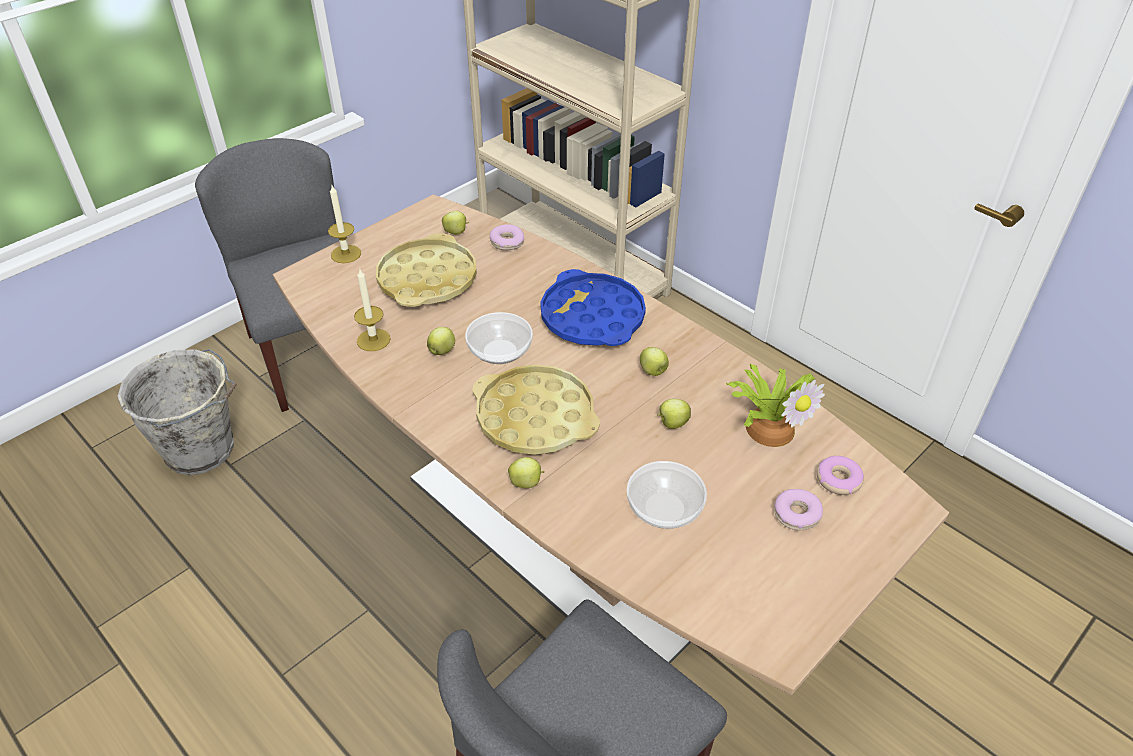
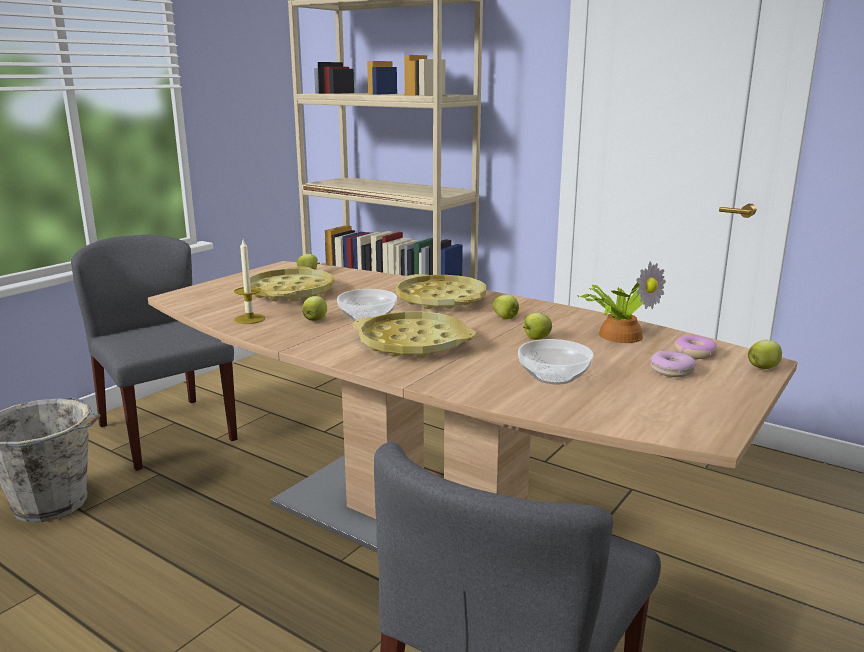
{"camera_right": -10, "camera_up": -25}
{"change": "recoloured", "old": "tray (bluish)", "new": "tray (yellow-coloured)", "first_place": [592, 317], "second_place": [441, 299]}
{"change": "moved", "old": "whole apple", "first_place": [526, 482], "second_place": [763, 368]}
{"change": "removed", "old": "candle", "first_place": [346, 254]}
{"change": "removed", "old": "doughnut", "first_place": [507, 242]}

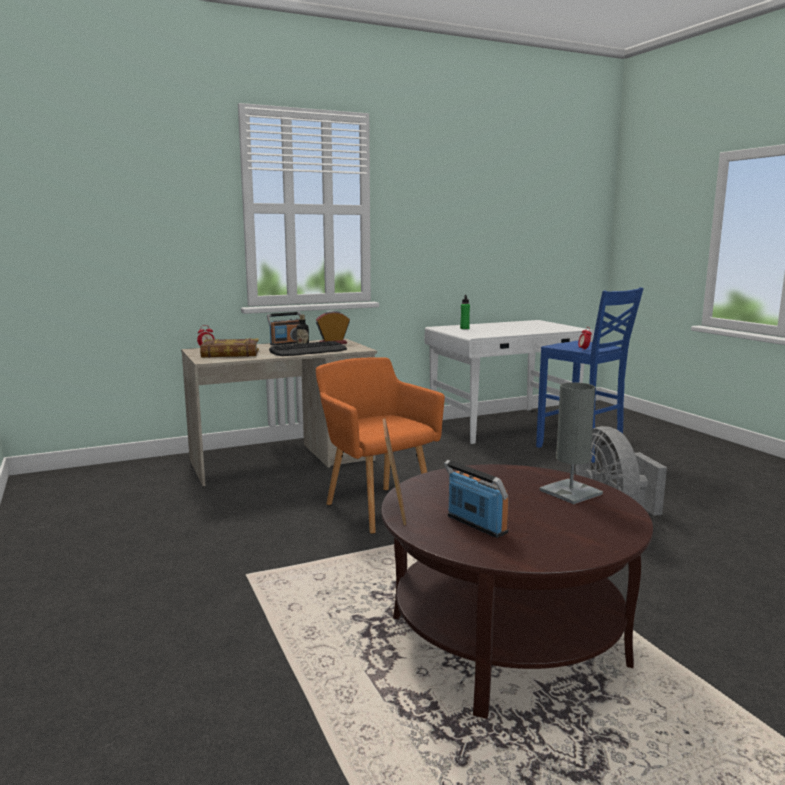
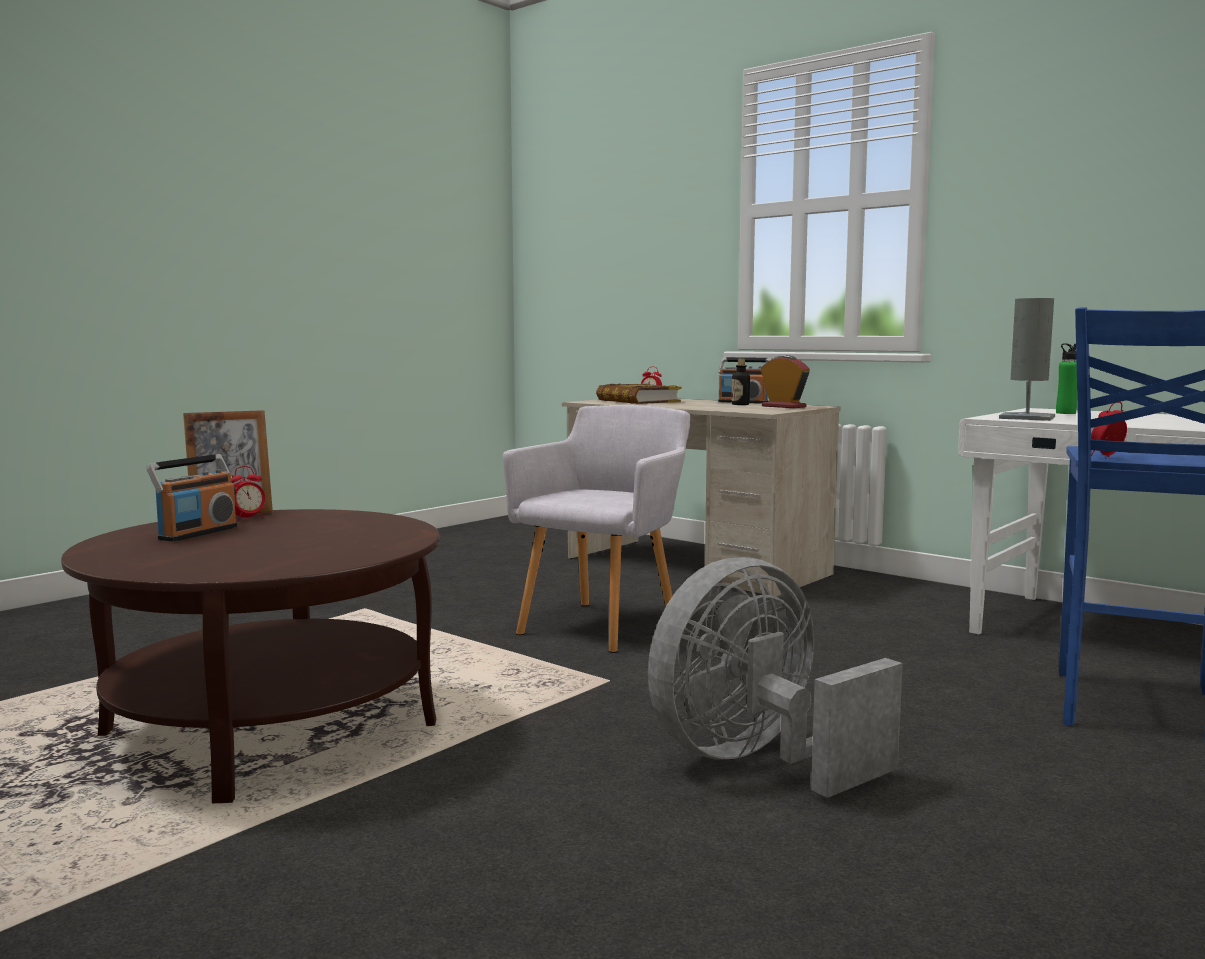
{"camera_right": 65, "camera_up": -5}
{"change": "added", "new": "alarm clock", "second_place": [248, 518]}
{"change": "recoloured", "old": "easy chair (orange)", "new": "easy chair (gray)", "first_place": [377, 507], "second_place": [603, 624]}
{"change": "moved", "old": "table lamp (gray)", "first_place": [570, 492], "second_place": [1027, 418]}
{"change": "removed", "old": "keyboard", "first_place": [308, 350]}

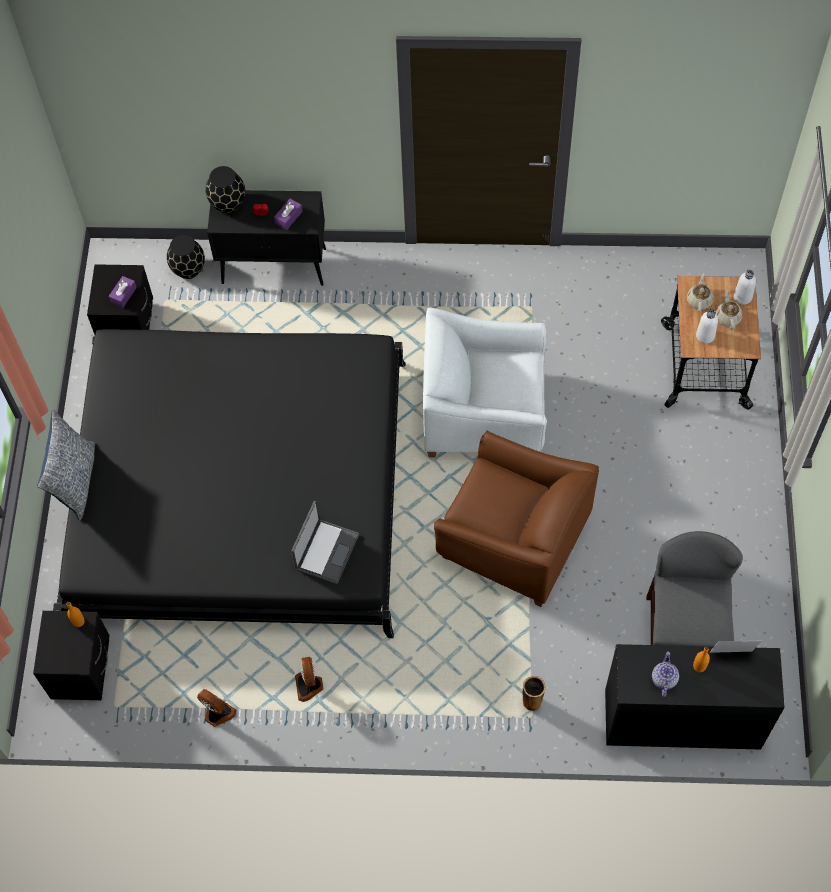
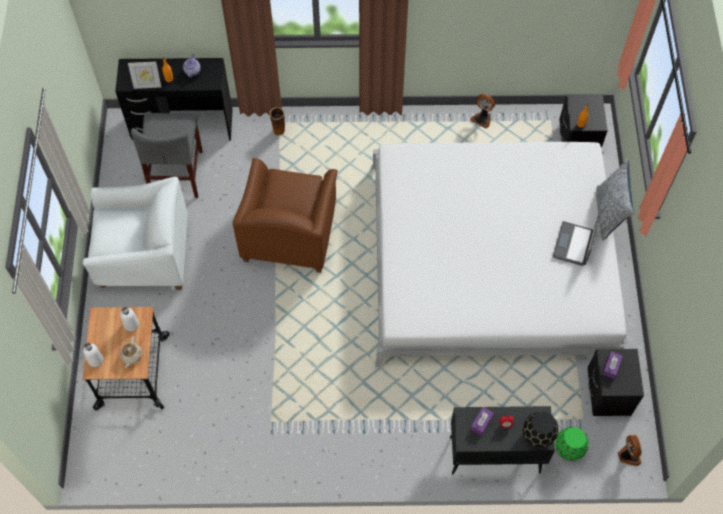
{"camera_right": 175, "camera_up": 0}
{"change": "moved", "old": "easy chair (white)", "first_place": [483, 412], "second_place": [144, 255]}
{"change": "turned", "old": "easy chair (brown)", "first_place": [513, 540], "second_place": [289, 232], "degrees": -105}
{"change": "recoloured", "old": "bedroom bed (blackish)", "new": "bedroom bed (white)", "first_place": [240, 491], "second_place": [491, 260]}
{"change": "moved", "old": "portable computer", "first_place": [326, 551], "second_place": [574, 244]}
{"change": "recoloured", "old": "vase (blackish)", "new": "vase (green)", "first_place": [189, 269], "second_place": [568, 449]}
{"change": "moved", "old": "cooling fan", "first_place": [309, 686], "second_place": [628, 455]}
{"change": "removed", "old": "tea pot (beige)", "first_place": [727, 317]}

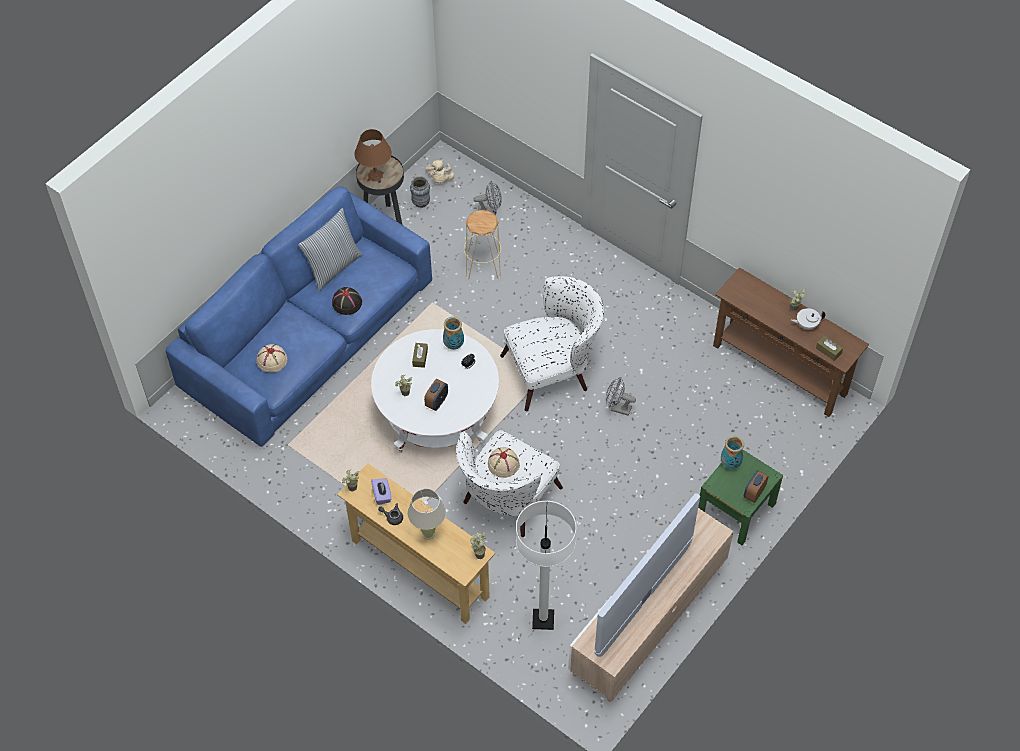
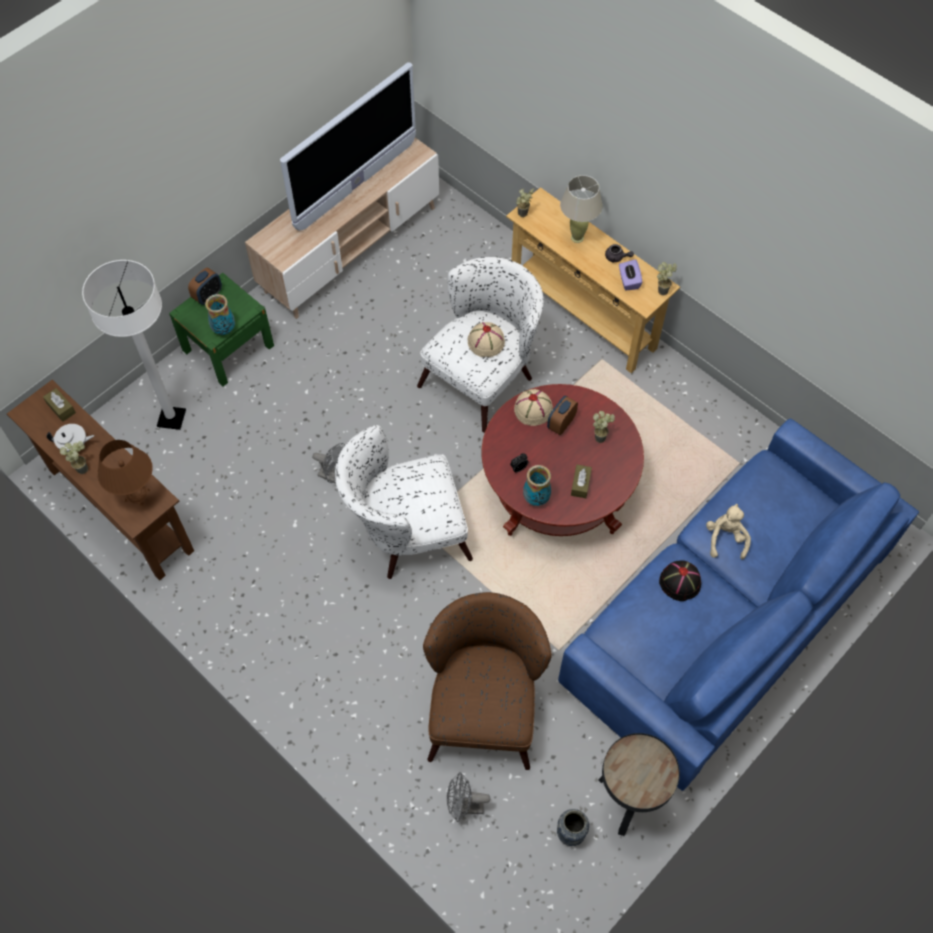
{"camera_right": -175, "camera_up": 5}
{"change": "moved", "old": "standard lamp (white)", "first_place": [543, 620], "second_place": [171, 418]}
{"change": "moved", "old": "table lamp (brown)", "first_place": [375, 177], "second_place": [137, 495]}
{"change": "replaced", "old": "sitting stool (beige)", "new": "easy chair (brown)", "first_place": [482, 265], "second_place": [484, 706]}
{"change": "recoloured", "old": "coffee table (white)", "new": "coffee table (reddish)", "first_place": [437, 413], "second_place": [557, 488]}
{"change": "moved", "old": "wearable hat (beige)", "first_place": [271, 360], "second_place": [533, 409]}
{"change": "moved", "old": "plush toy (beige)", "first_place": [440, 179], "second_place": [725, 538]}
{"change": "removed", "old": "pillow", "first_place": [333, 267]}

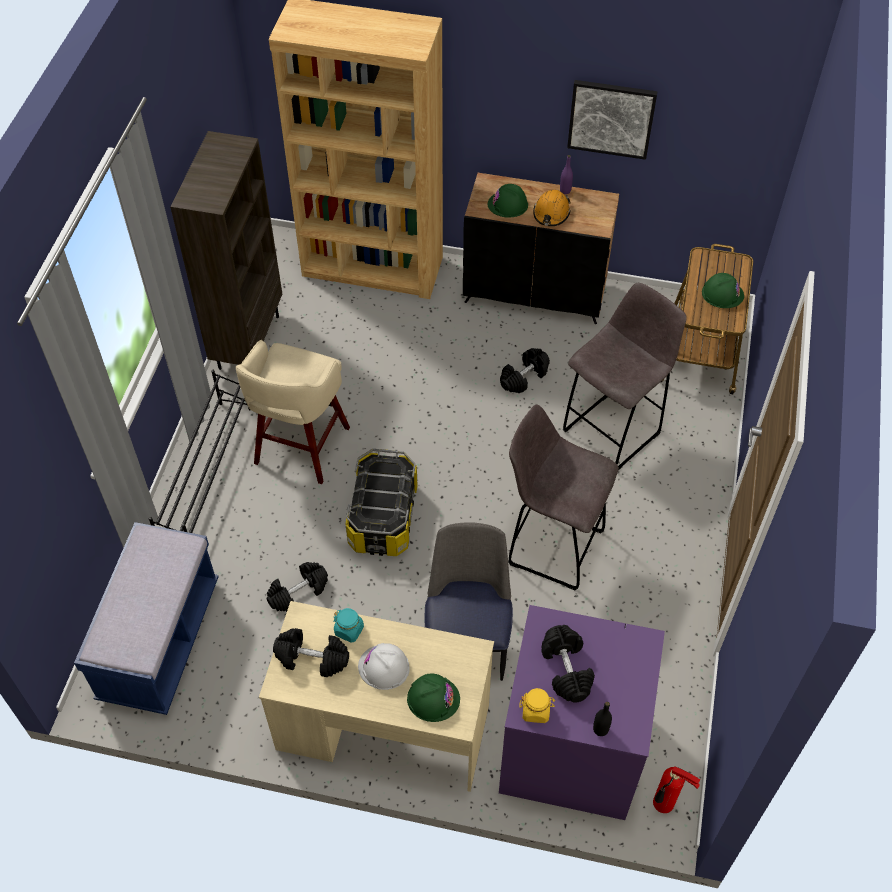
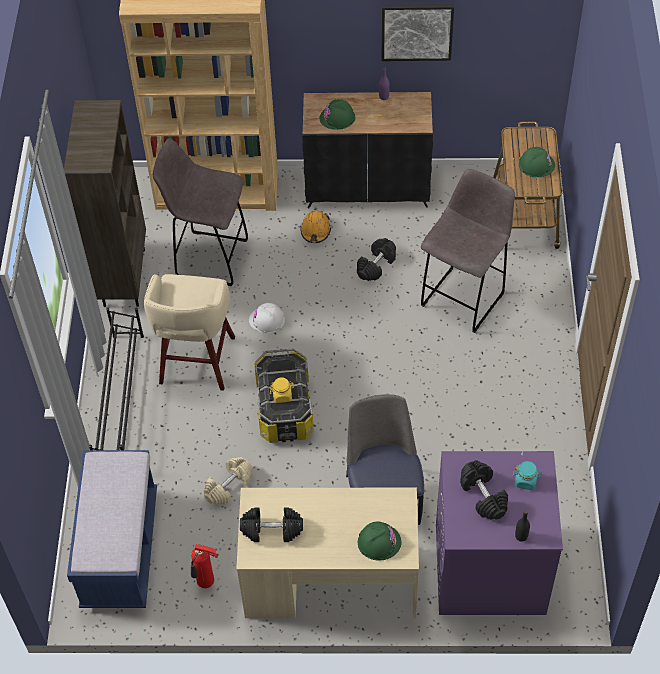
{"camera_right": -10, "camera_up": 0}
{"change": "moved", "old": "sitting stool (gray)", "first_place": [552, 546], "second_place": [209, 258]}
{"change": "moved", "old": "fire extinguisher", "first_place": [664, 805], "second_place": [206, 582]}
{"change": "recoloured", "old": "hand weight (blackish)", "new": "hand weight (beige)", "first_place": [298, 593], "second_place": [229, 486]}
{"change": "moved", "old": "hard hat (white)", "first_place": [383, 667], "second_place": [267, 320]}
{"change": "moved", "old": "storage jar (yellow-coloured)", "first_place": [536, 711], "second_place": [282, 395]}
{"change": "moved", "old": "hard hat (orange)", "first_place": [551, 213], "second_place": [315, 230]}
{"change": "moved", "old": "storage jar (blue-green)", "first_place": [349, 630], "second_place": [525, 481]}

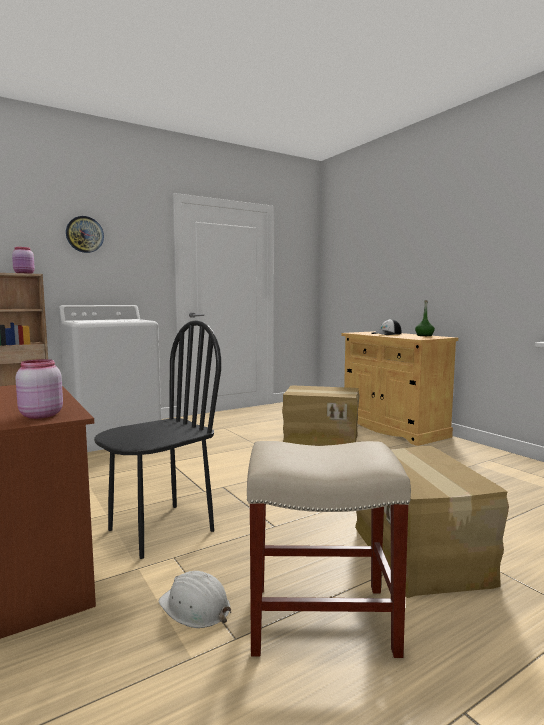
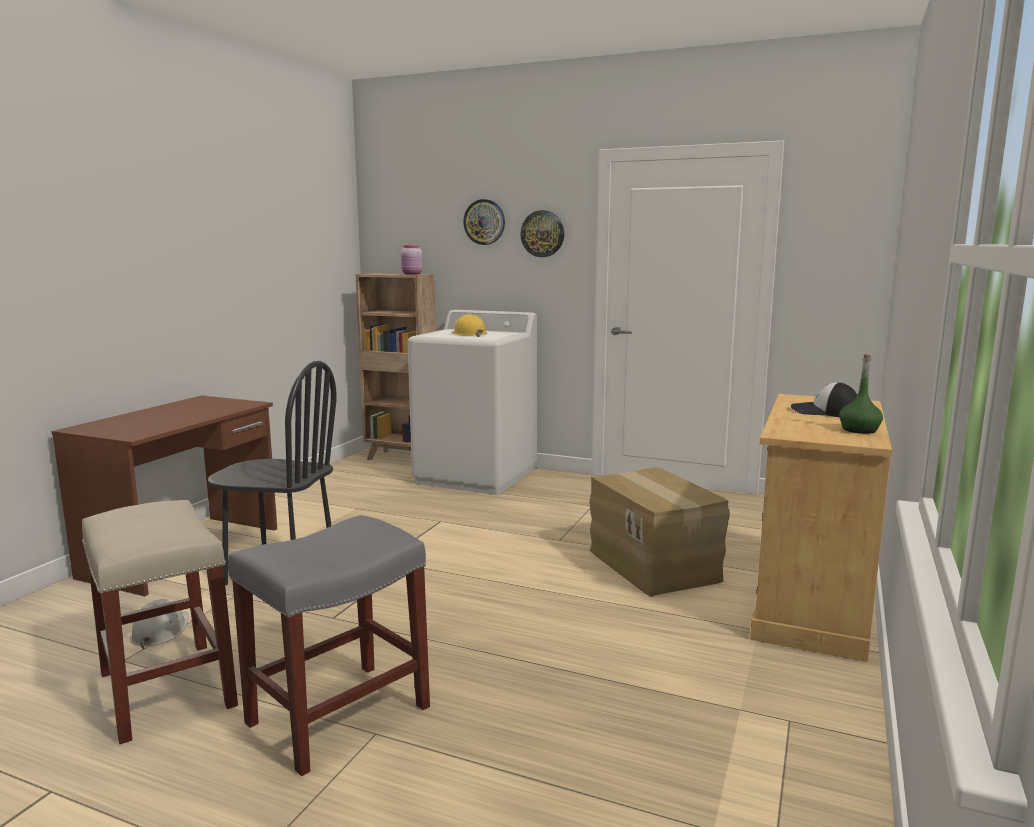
{"camera_right": 55, "camera_up": 5}
{"change": "replaced", "old": "carton", "new": "sitting stool (gray)", "first_place": [421, 553], "second_place": [337, 716]}
{"change": "added", "new": "hard hat (yellow-coloured)", "second_place": [468, 334]}
{"change": "added", "new": "clock on the wall", "second_place": [542, 233]}
{"change": "removed", "old": "storage jar (pink)", "first_place": [40, 415]}

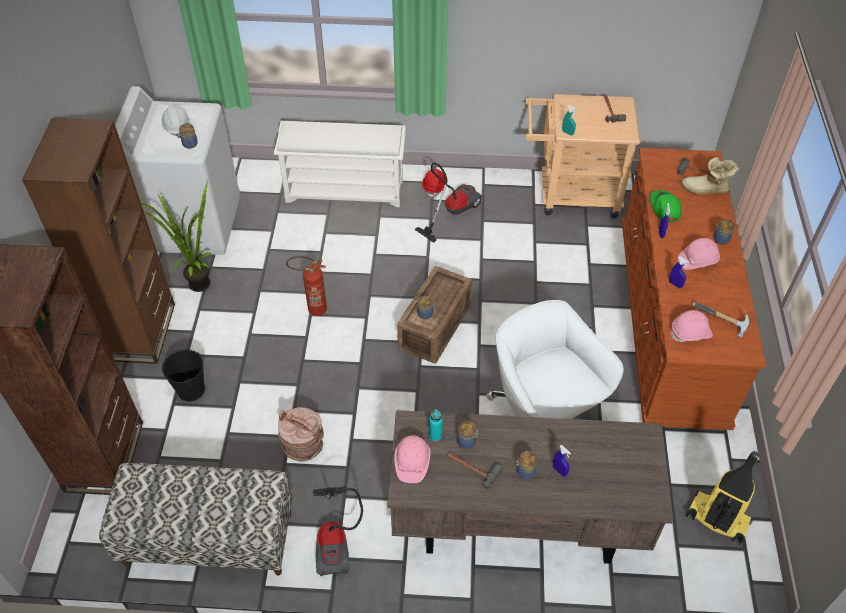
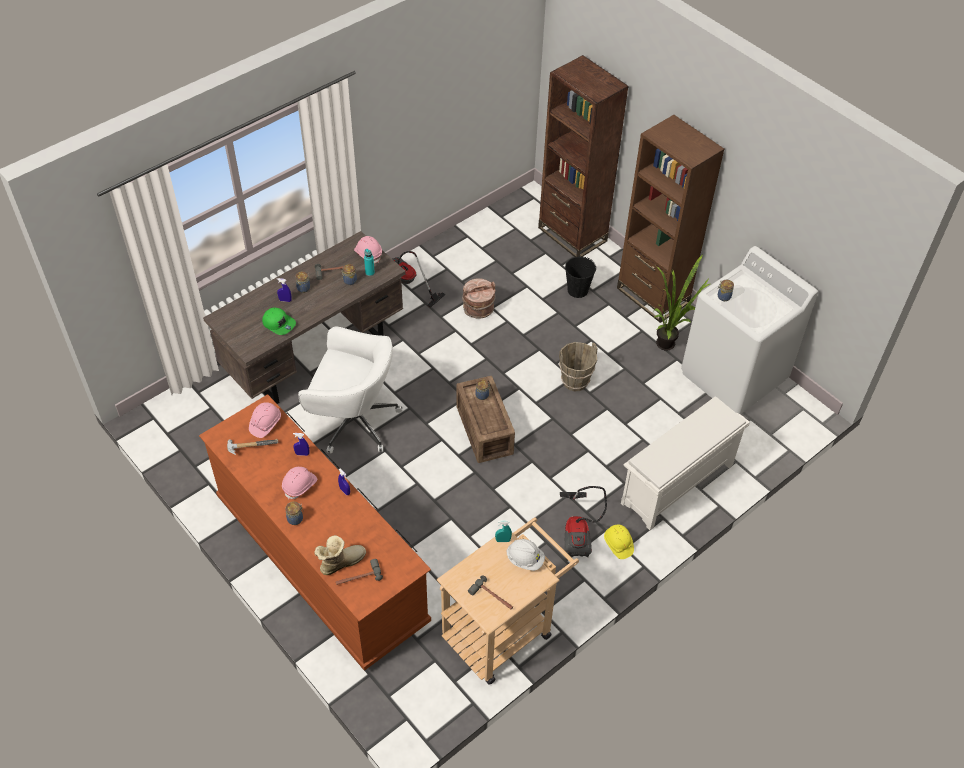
{"camera_right": 135, "camera_up": 0}
{"change": "moved", "old": "cap (green)", "first_place": [664, 207], "second_place": [279, 323]}
{"change": "moved", "old": "hard hat (white)", "first_place": [177, 127], "second_place": [525, 559]}
{"change": "replaced", "old": "fire extinguisher", "new": "water bucket (brown)", "first_place": [312, 310], "second_place": [575, 381]}
{"change": "recoloured", "old": "hard hat (reddish)", "new": "hard hat (yellow-coloured)", "first_place": [435, 187], "second_place": [618, 544]}
{"change": "removed", "old": "bench", "first_place": [208, 539]}
{"change": "removed", "old": "hoover", "first_place": [716, 520]}

